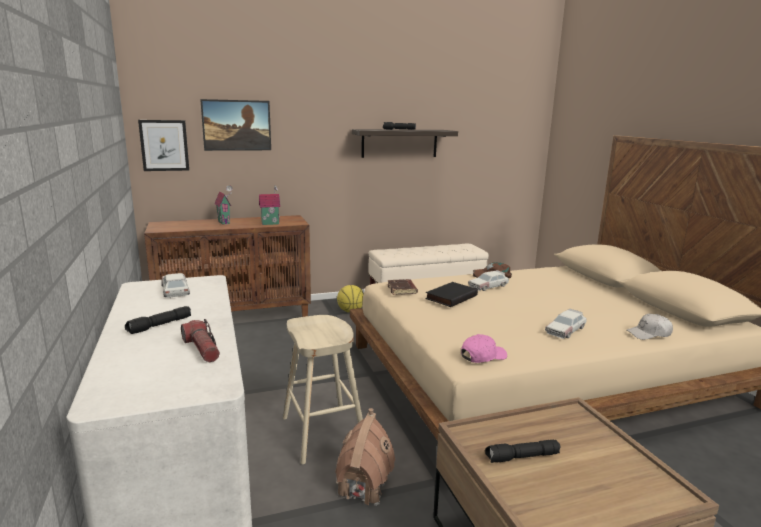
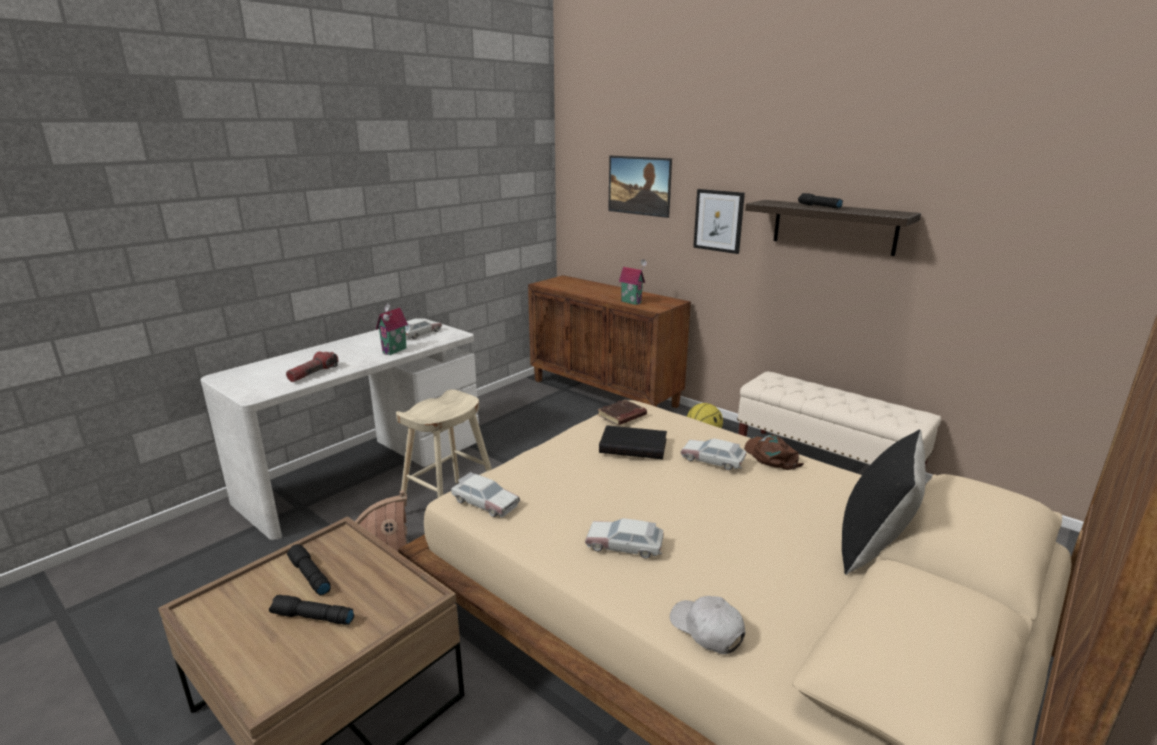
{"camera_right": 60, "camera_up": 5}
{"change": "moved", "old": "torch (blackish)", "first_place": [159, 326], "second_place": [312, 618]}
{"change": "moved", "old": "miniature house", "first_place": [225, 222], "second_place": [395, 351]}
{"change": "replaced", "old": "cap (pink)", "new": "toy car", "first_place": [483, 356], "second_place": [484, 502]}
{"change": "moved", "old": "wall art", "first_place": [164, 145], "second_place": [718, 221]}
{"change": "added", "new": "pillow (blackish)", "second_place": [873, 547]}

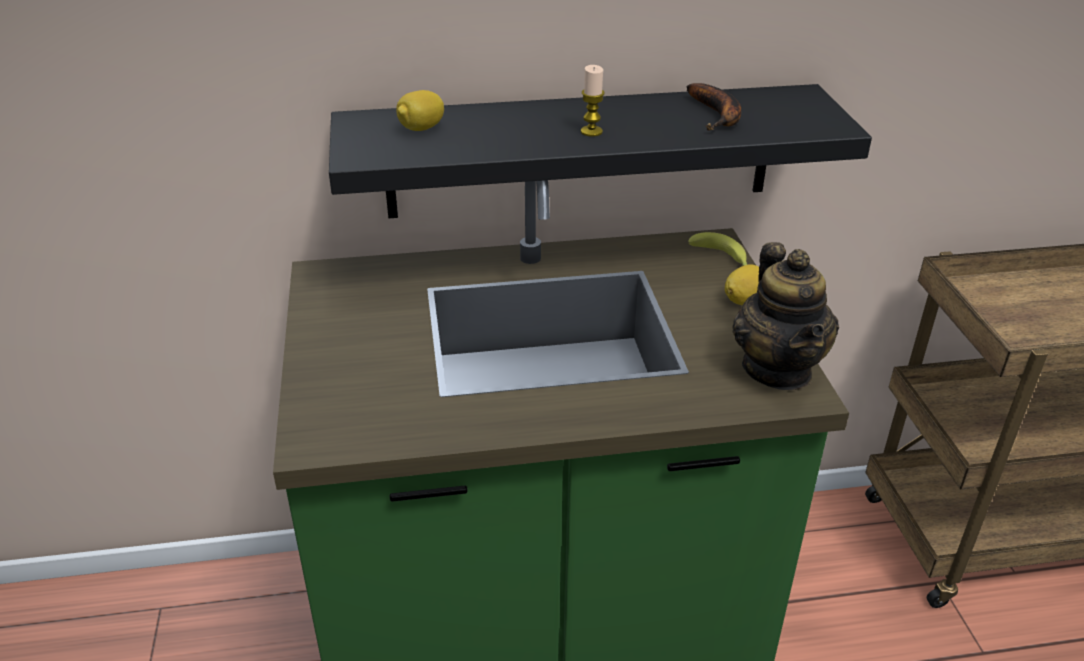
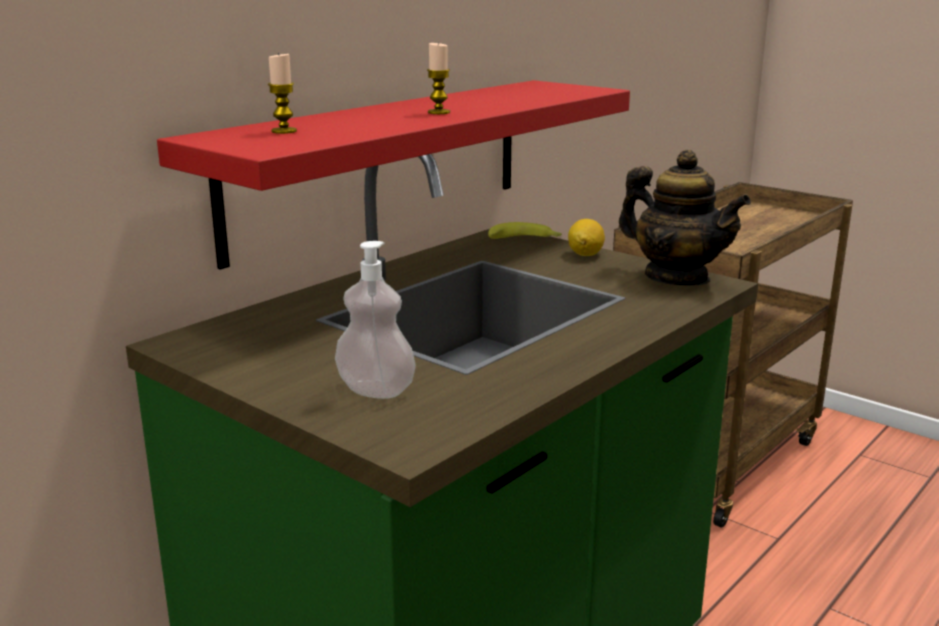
{"camera_right": -40, "camera_up": -15}
{"change": "recoloured", "old": "shelf (blackish)", "new": "shelf (reddish)", "first_place": [581, 151], "second_place": [382, 164]}
{"change": "replaced", "old": "lemon", "new": "candle", "first_place": [421, 129], "second_place": [284, 131]}
{"change": "added", "new": "liquid soap bottle", "second_place": [375, 390]}
{"change": "removed", "old": "banana", "first_place": [718, 115]}

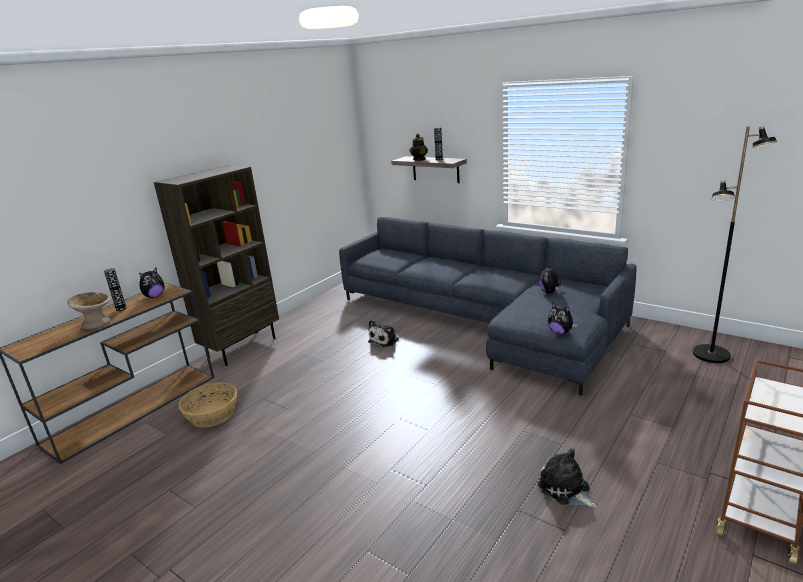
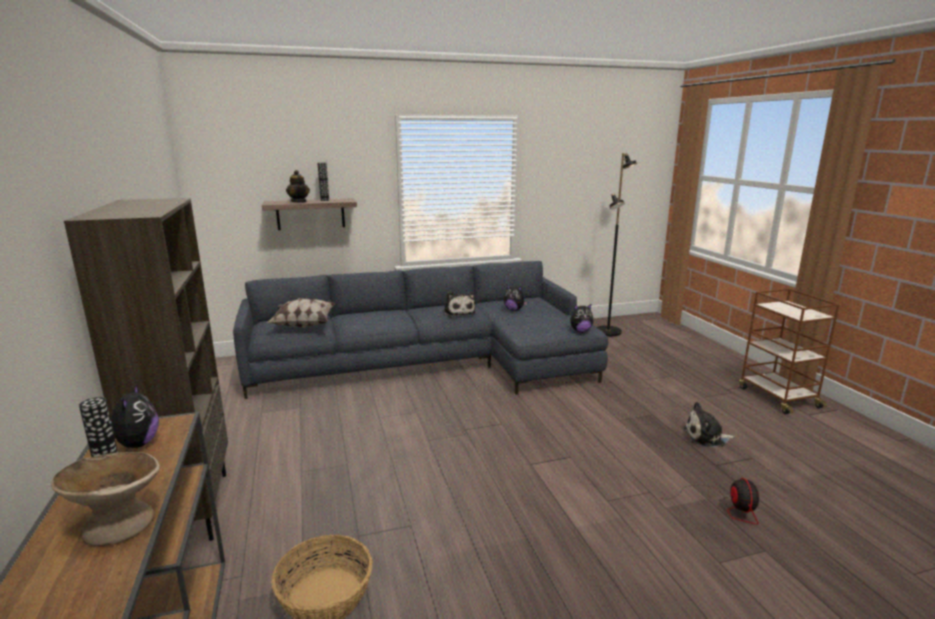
{"camera_right": -55, "camera_up": -5}
{"change": "added", "new": "pillow", "second_place": [303, 325]}
{"change": "moved", "old": "plush toy", "first_place": [385, 340], "second_place": [458, 313]}
{"change": "added", "new": "cooling fan", "second_place": [723, 506]}

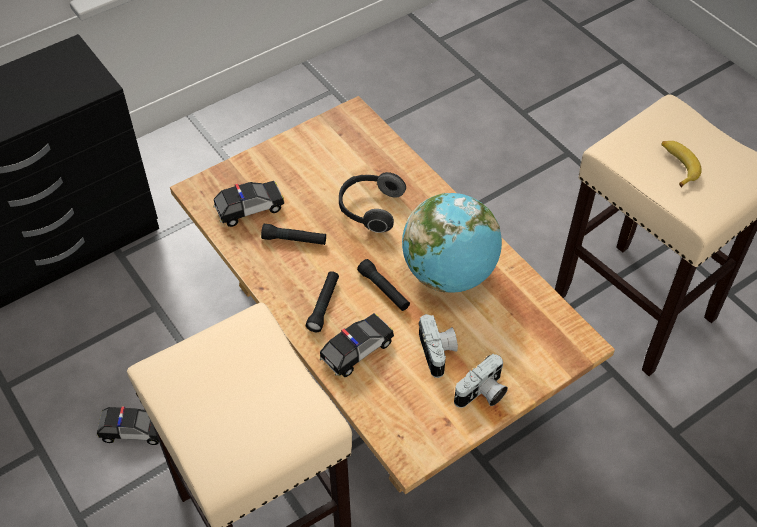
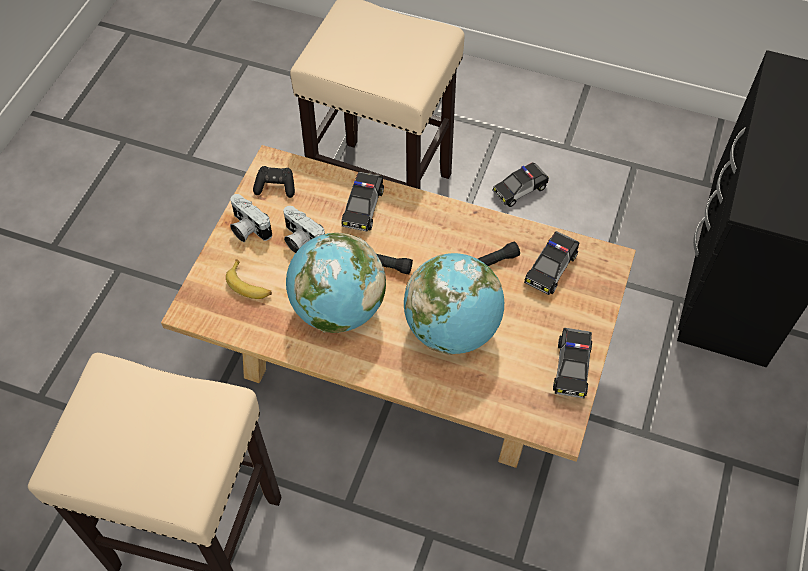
{"camera_right": 145, "camera_up": 5}
{"change": "moved", "old": "banana", "first_place": [677, 165], "second_place": [249, 285]}
{"change": "turned", "old": "photo camera", "first_place": [482, 394], "second_place": [247, 229], "degrees": -60}
{"change": "added", "new": "game controller (blackish)", "second_place": [275, 187]}
{"change": "replaced", "old": "pair of headphones", "new": "world globe", "first_place": [369, 209], "second_place": [452, 329]}
{"change": "added", "new": "toy car", "second_place": [571, 367]}
{"change": "removed", "old": "torch (blackish)", "first_place": [324, 305]}

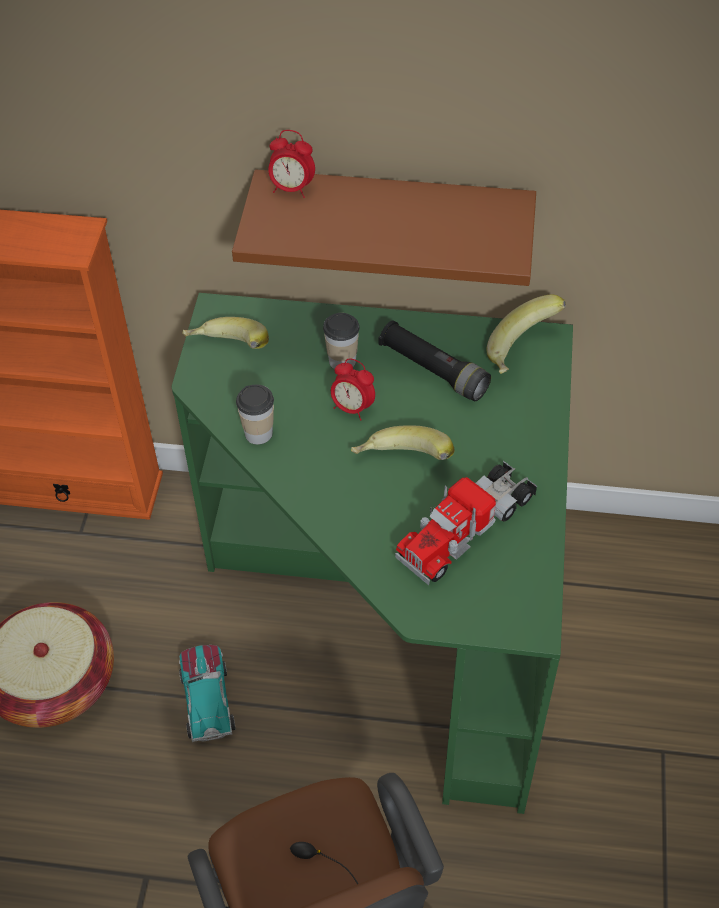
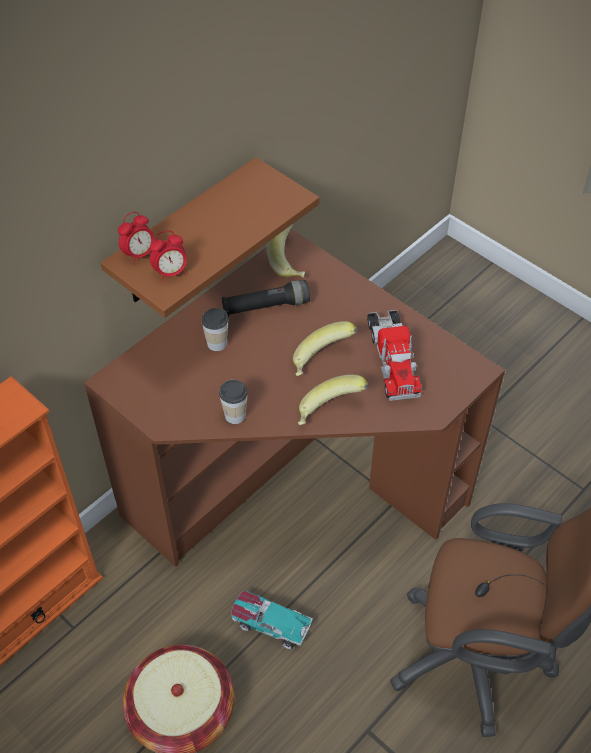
{"camera_right": -55, "camera_up": 0}
{"change": "recoloured", "old": "desk (green)", "new": "desk (brown)", "first_place": [390, 613], "second_place": [293, 487]}
{"change": "moved", "old": "alarm clock", "first_place": [352, 408], "second_place": [171, 273]}
{"change": "moved", "old": "banana", "first_place": [227, 353], "second_place": [330, 413]}

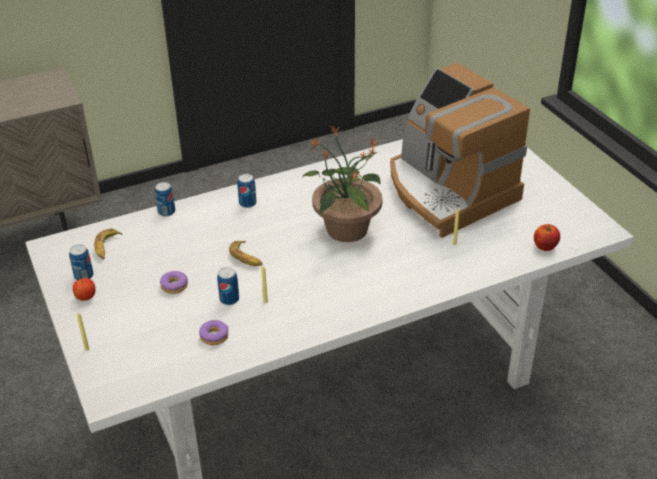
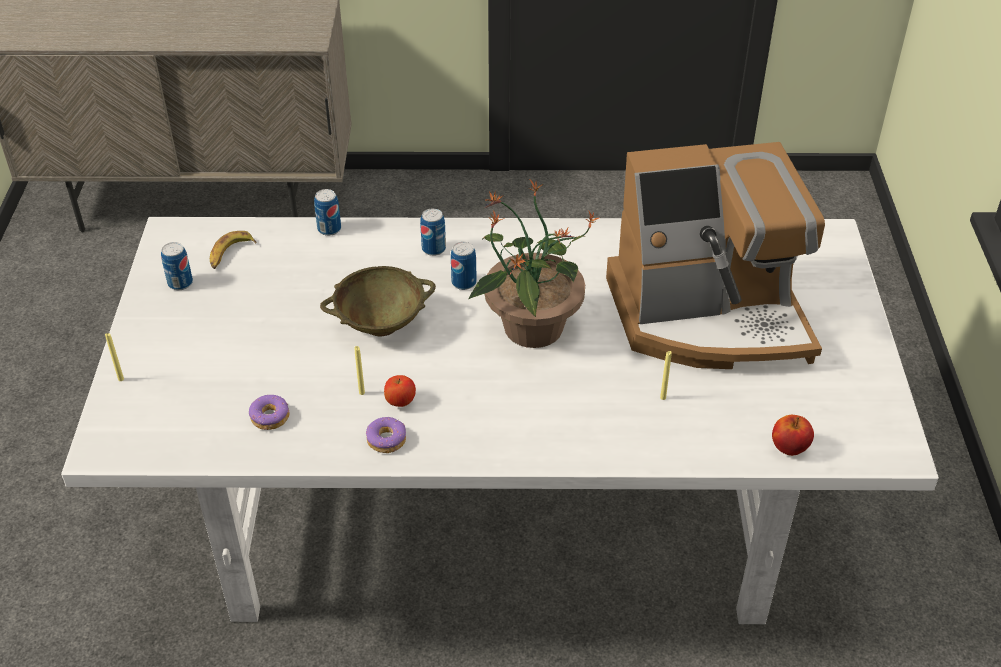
{"camera_right": 25, "camera_up": 5}
{"change": "replaced", "old": "banana", "new": "deep dish (beige)", "first_place": [246, 257], "second_place": [381, 324]}
{"change": "moved", "old": "doughnut", "first_place": [174, 286], "second_place": [387, 440]}
{"change": "moved", "old": "whole apple", "first_place": [86, 298], "second_place": [400, 402]}
{"change": "moved", "old": "metal can", "first_place": [229, 299], "second_place": [464, 283]}
{"change": "turned", "old": "coffee brewer", "first_place": [447, 191], "second_place": [709, 317], "degrees": -90}

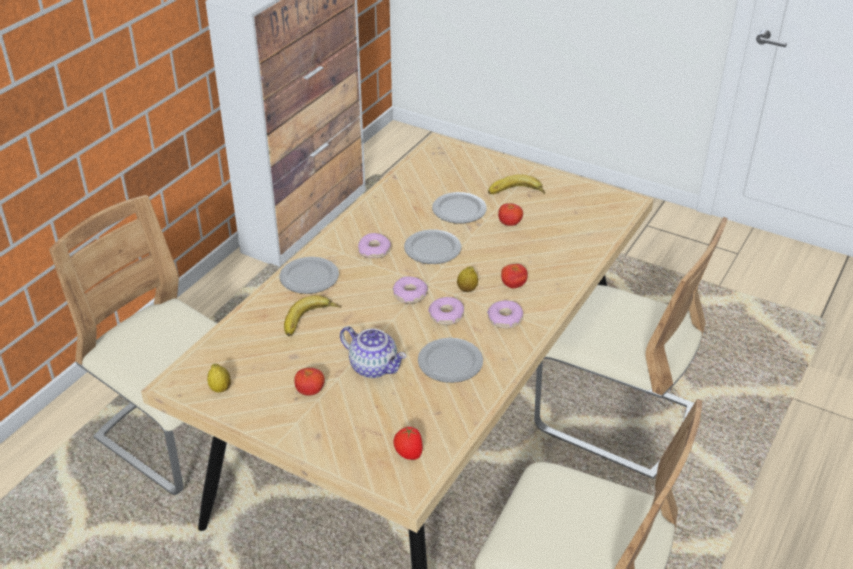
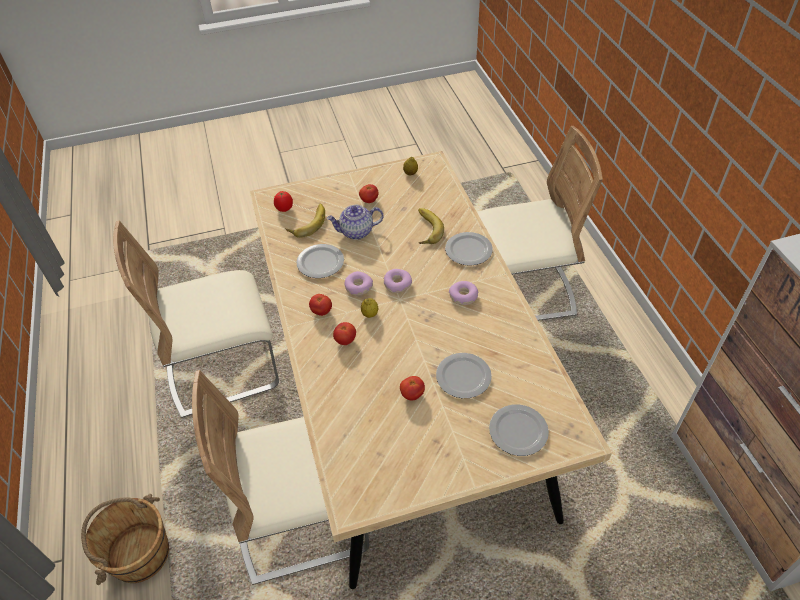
{"camera_right": 135, "camera_up": 10}
{"change": "added", "new": "water bucket (brown)", "second_place": [139, 553]}
{"change": "moved", "old": "banana", "first_place": [516, 193], "second_place": [307, 222]}
{"change": "replaced", "old": "doughnut", "new": "fresh tomato", "first_place": [505, 319], "second_place": [321, 311]}
{"change": "moved", "old": "plate", "first_place": [433, 249], "second_place": [517, 431]}

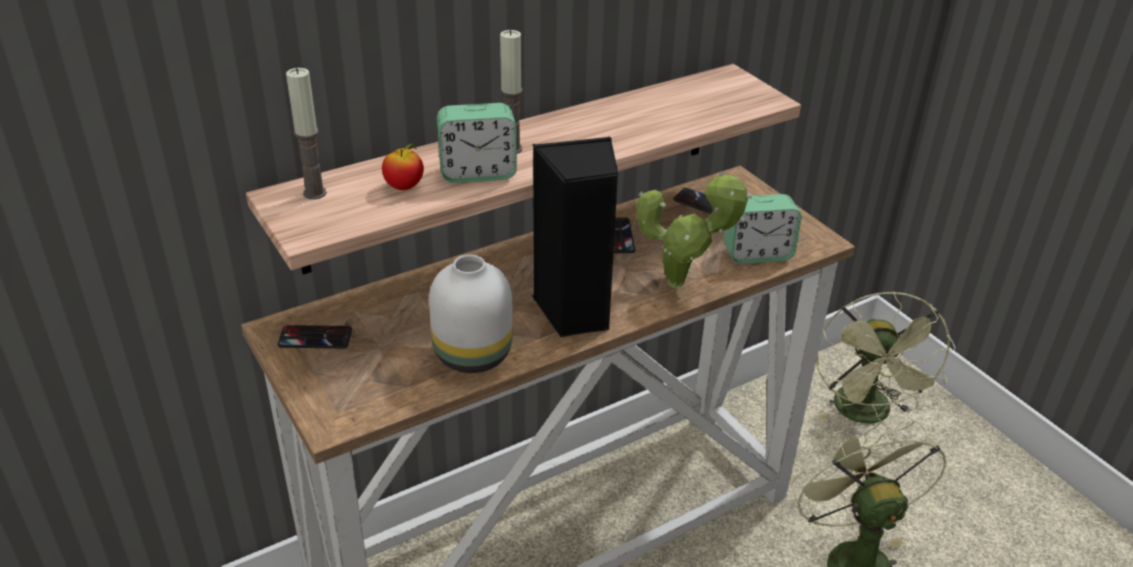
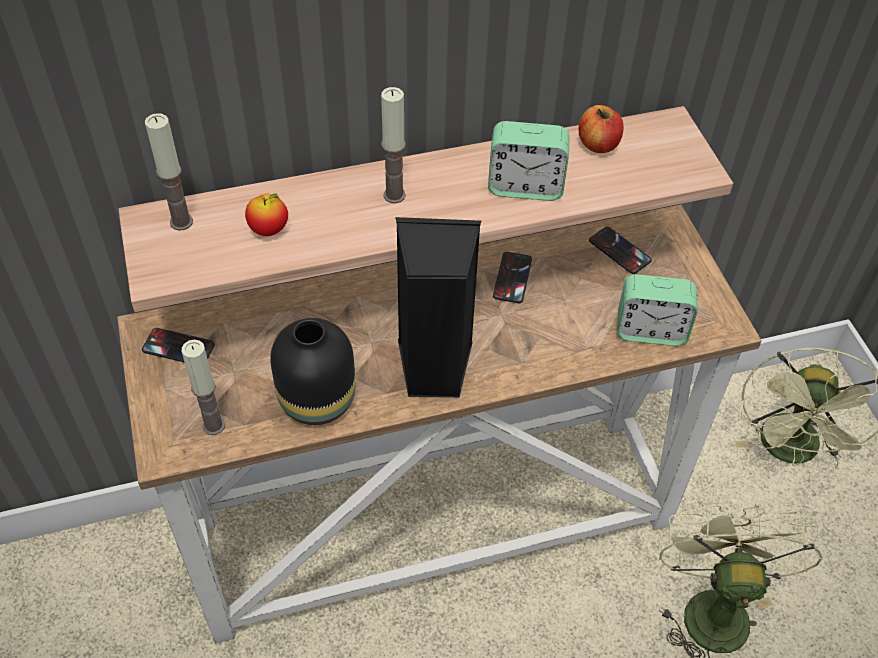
{"camera_right": 15, "camera_up": 15}
{"change": "added", "new": "candle", "second_place": [214, 425]}
{"change": "recoloured", "old": "vase (white)", "new": "vase (blackish)", "first_place": [473, 353], "second_place": [318, 398]}
{"change": "moved", "old": "alarm clock", "first_place": [478, 173], "second_place": [525, 186]}
{"change": "added", "new": "whole apple", "second_place": [598, 144]}
{"change": "removed", "old": "potted plant", "first_place": [682, 283]}

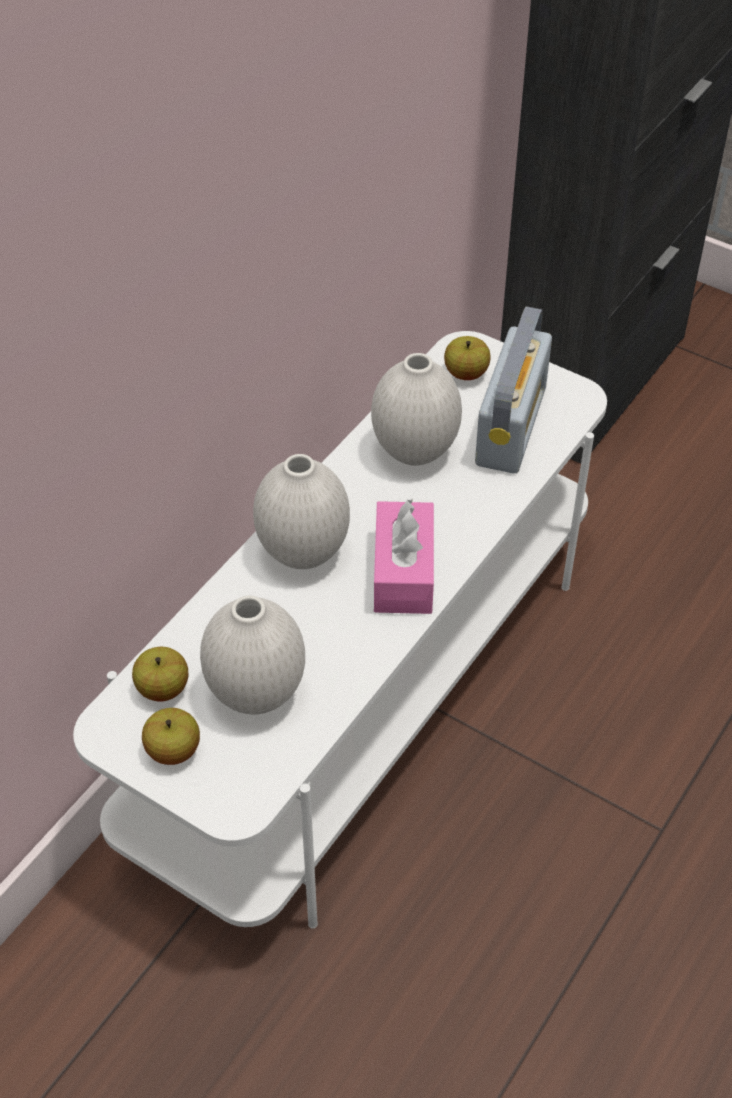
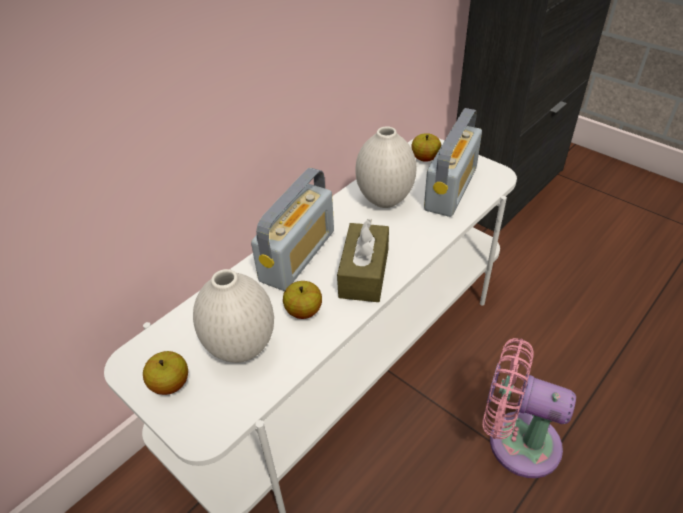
{"camera_right": 10, "camera_up": -5}
{"change": "replaced", "old": "vase (white)", "new": "radio set", "first_place": [303, 552], "second_place": [298, 255]}
{"change": "moved", "old": "whole apple", "first_place": [163, 689], "second_place": [304, 311]}
{"change": "recoloured", "old": "tissue holder (pink)", "new": "tissue holder (brown)", "first_place": [403, 572], "second_place": [364, 273]}
{"change": "added", "new": "cooling fan (pink)", "second_place": [516, 441]}

